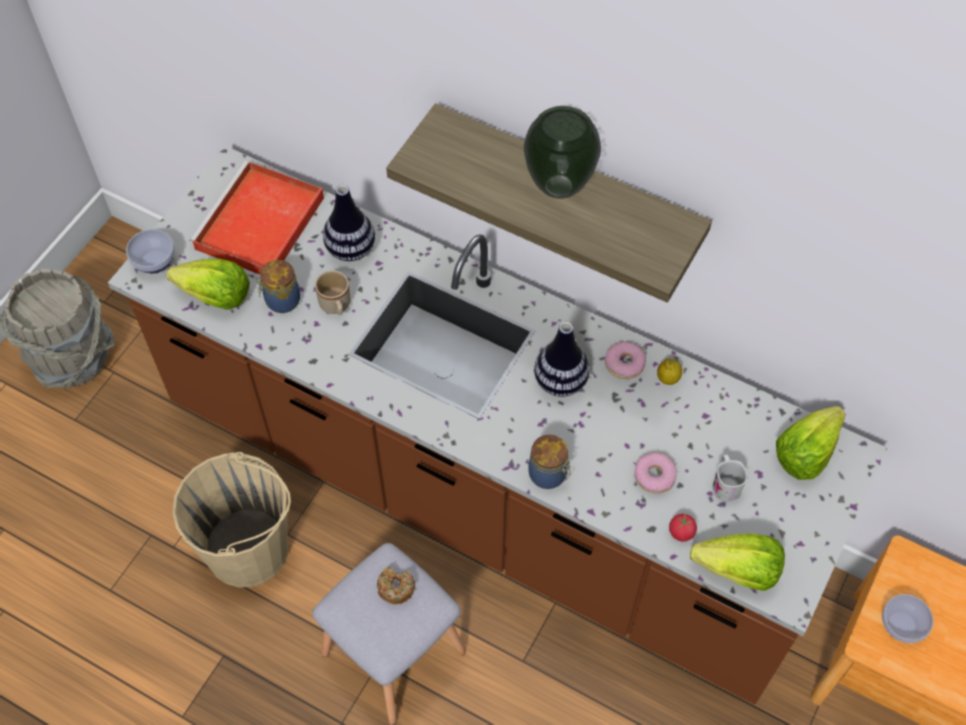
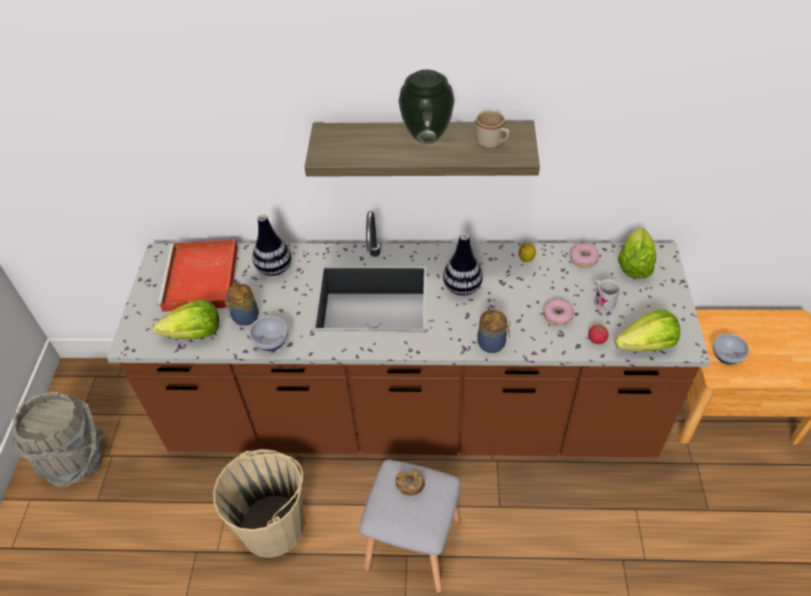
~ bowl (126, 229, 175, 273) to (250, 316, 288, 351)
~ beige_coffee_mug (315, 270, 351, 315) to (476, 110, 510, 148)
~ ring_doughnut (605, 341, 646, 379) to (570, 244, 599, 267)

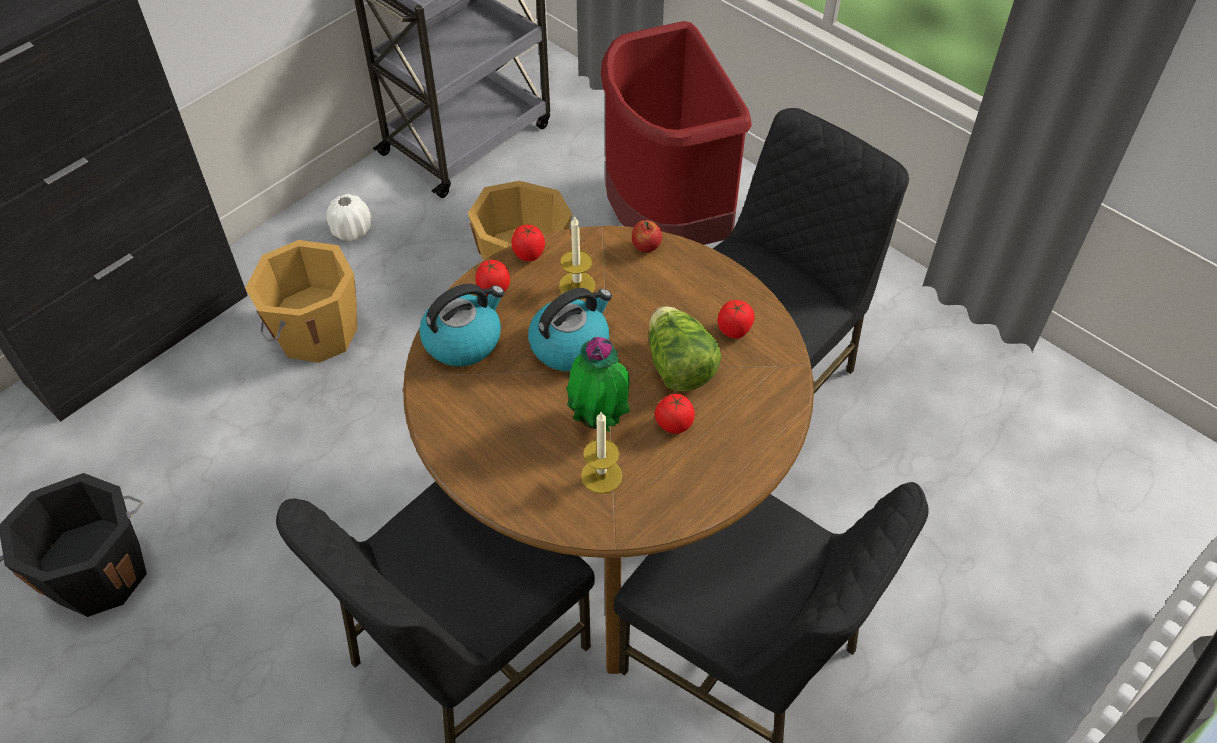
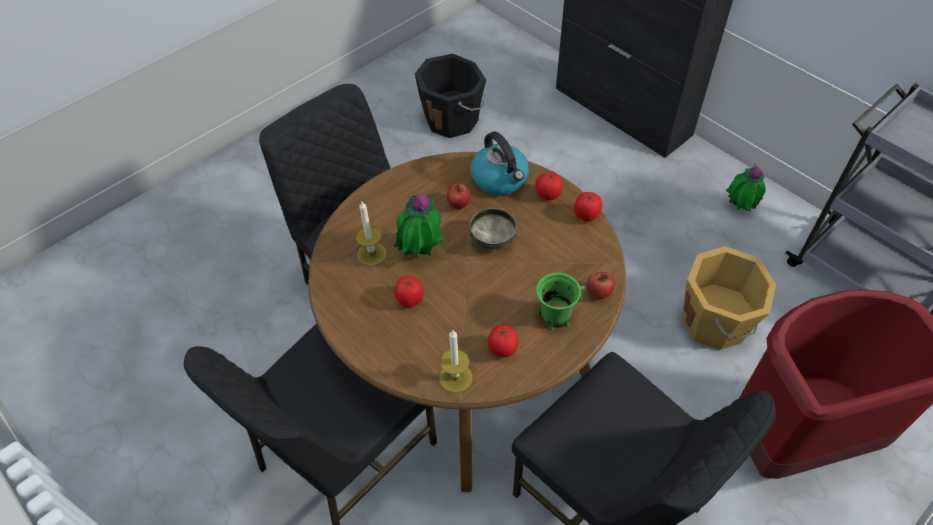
- orange_water_bucket (245, 240, 357, 363)
- lettuce_head (649, 306, 721, 392)
+ apple_fruit (447, 183, 471, 209)
+ green_coffee_mug (536, 273, 585, 330)
~ wax_candle (559, 217, 595, 300) to (439, 330, 472, 393)
~ white_vase (327, 194, 371, 241) to plant_in_a_pot (726, 163, 766, 211)
~ water_kettle (528, 288, 612, 371) to bowl (470, 208, 517, 250)

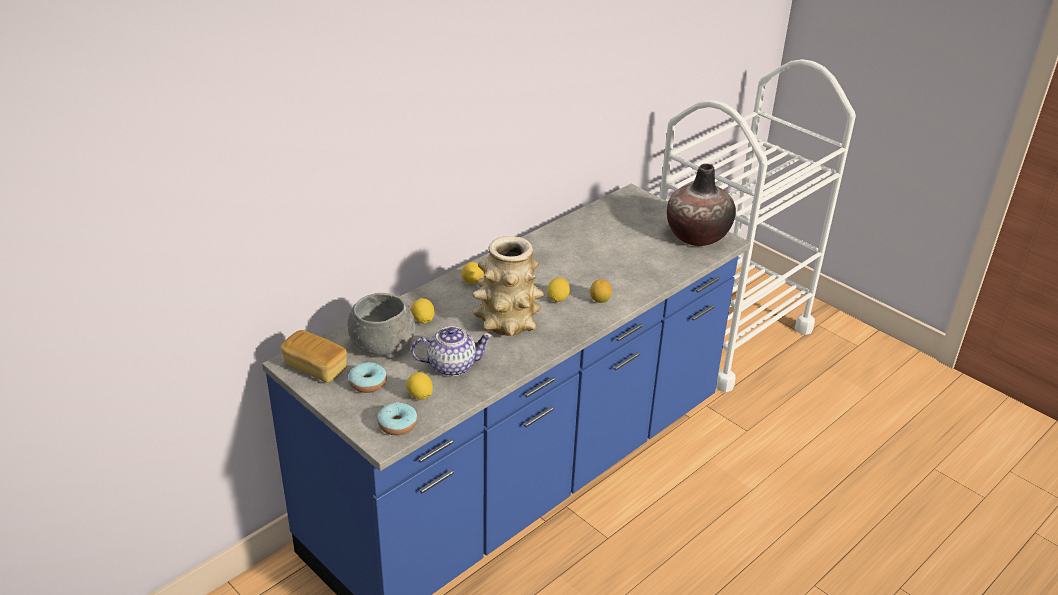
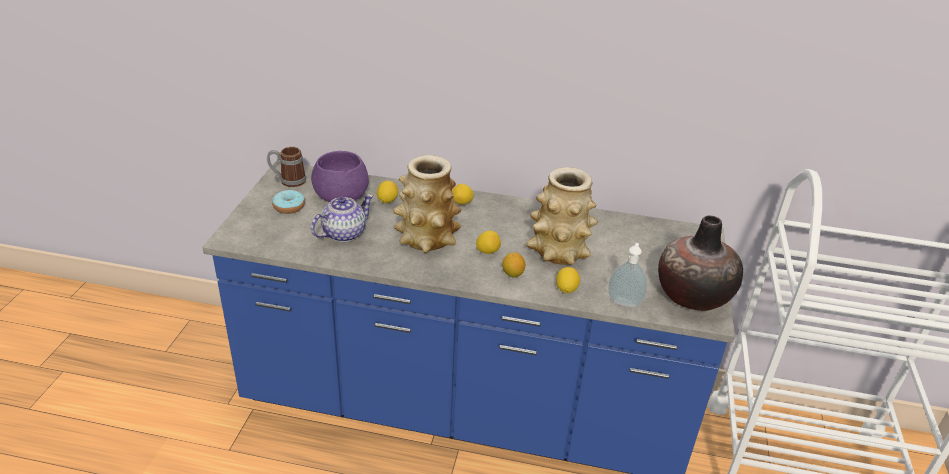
- ring_doughnut (377, 402, 417, 435)
+ vase (527, 167, 598, 265)
+ liquid_soap_bottle (608, 243, 647, 307)
~ citrus_fruit (406, 372, 433, 400) to (556, 267, 580, 293)
~ bread (281, 330, 347, 383) to coffee_mug (267, 147, 306, 187)
~ gray_bowl (348, 293, 416, 356) to purple_bowl (311, 151, 369, 202)
~ teapot (411, 326, 493, 376) = (311, 194, 373, 242) 90 degrees counterclockwise

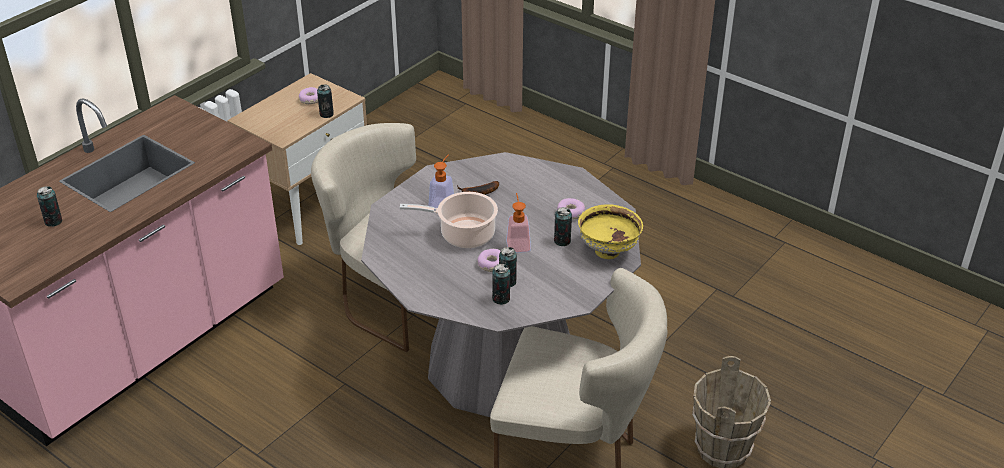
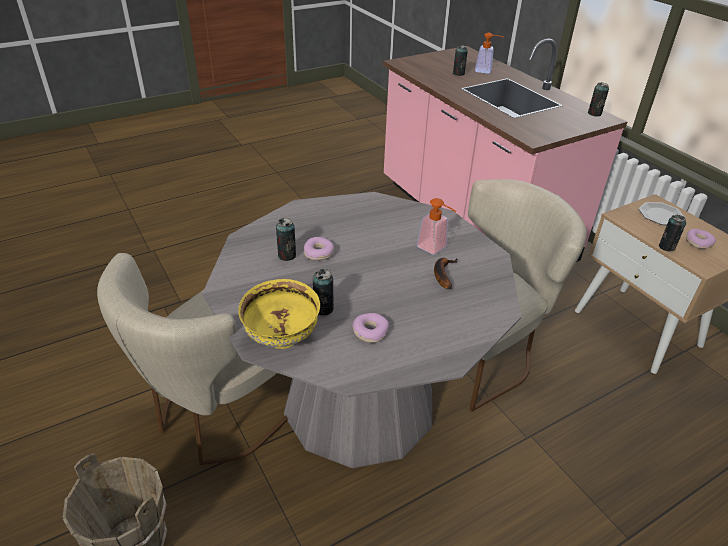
- stockpot (400, 192, 498, 248)
+ plate (639, 202, 684, 225)
~ can (492, 264, 510, 305) to (588, 82, 609, 116)
~ liquid_soap_bottle (506, 193, 531, 253) to (475, 33, 504, 73)

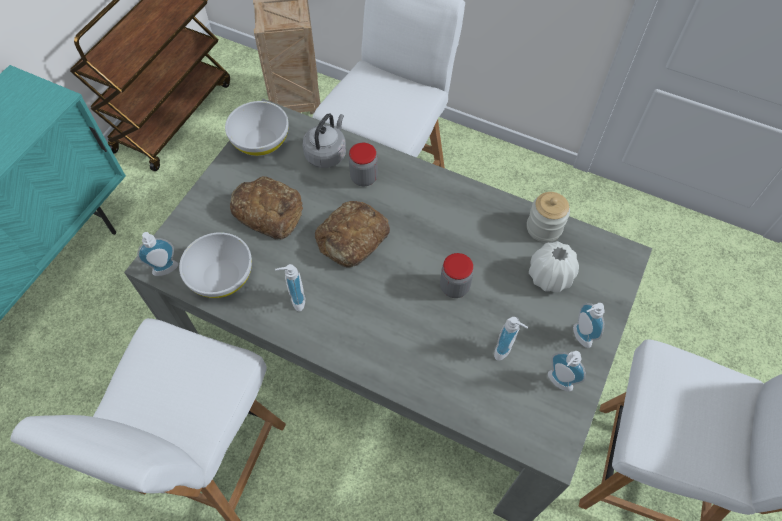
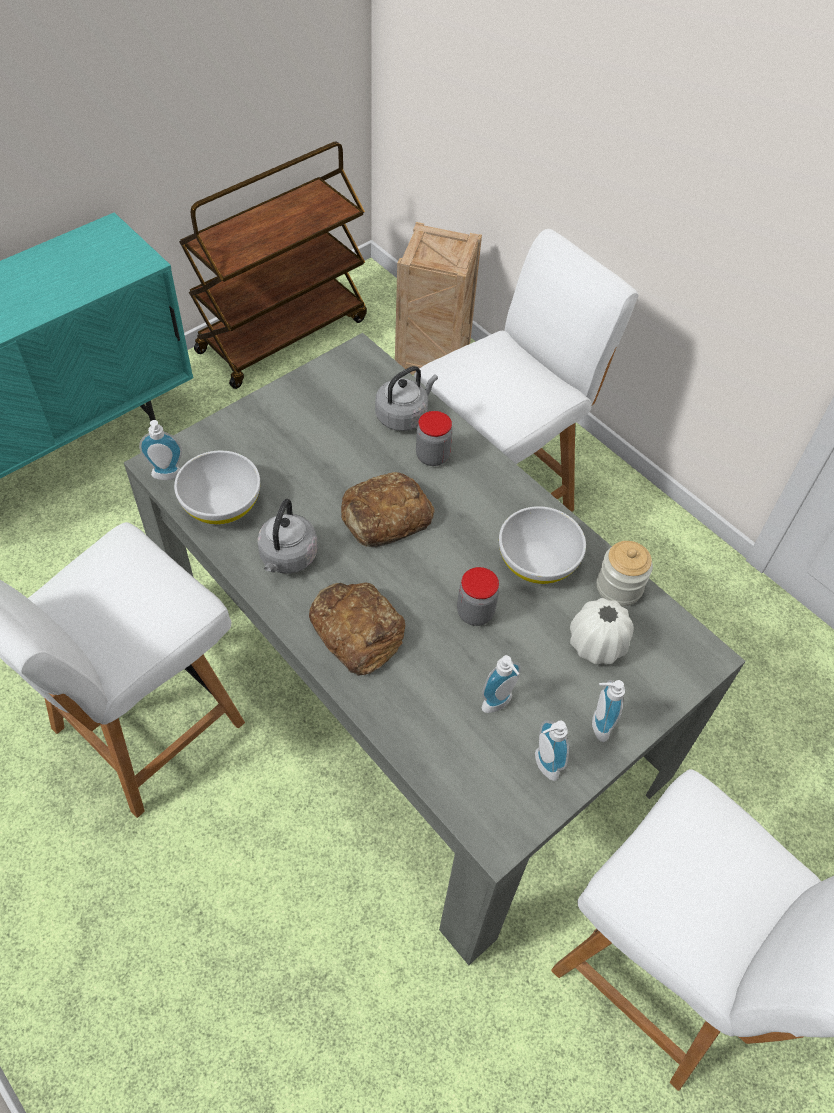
~ white_bowl (225, 101, 289, 156) to (499, 506, 586, 584)
~ bread (230, 176, 303, 240) to (309, 583, 405, 676)
~ liquid_soap_bottle (275, 264, 305, 312) to gray_water_kettle (257, 499, 318, 574)

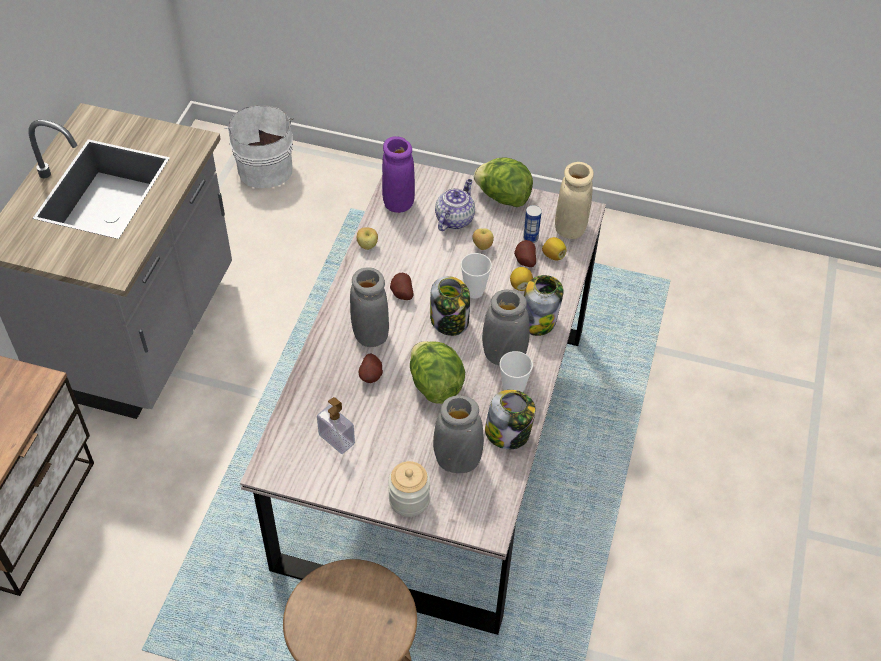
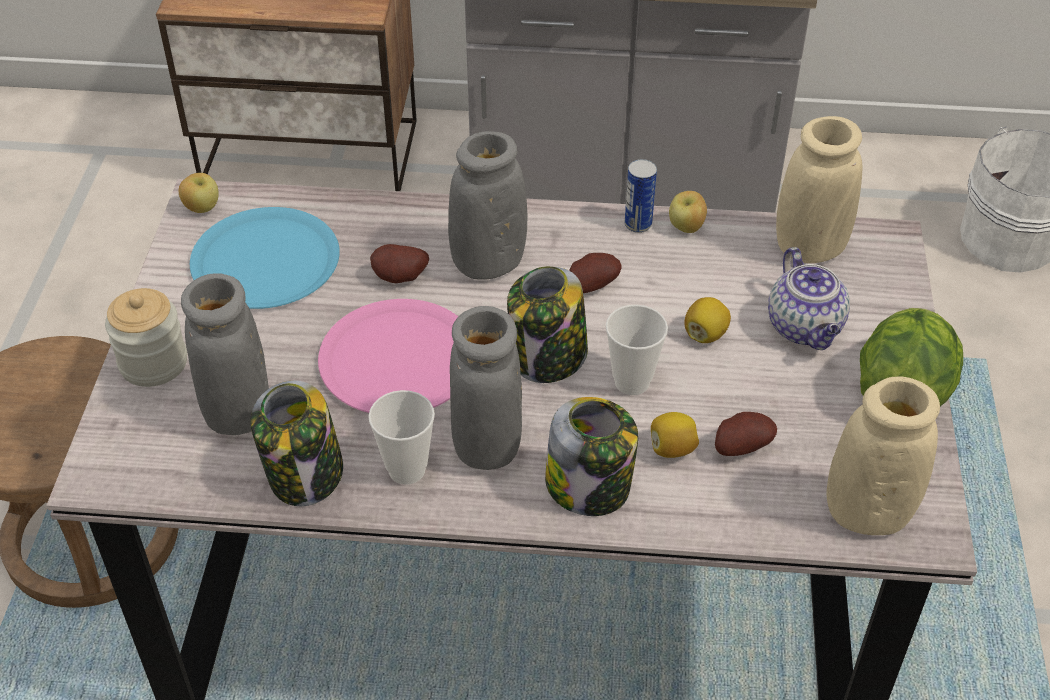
~ apple_fruit (472, 228, 494, 250) to (179, 173, 219, 213)
~ can (523, 205, 542, 243) to (625, 159, 657, 233)
~ citrus_fruit (542, 237, 567, 260) to (684, 297, 731, 343)
~ liquid_soap_bottle (317, 397, 355, 454) to blue_plate (190, 207, 340, 309)
~ lettuce_head (410, 341, 465, 404) to pinkish_plate (318, 299, 458, 413)
~ purple_vase (382, 136, 415, 213) to beige_vase (776, 116, 863, 263)
~ teapot (435, 179, 475, 231) = (768, 247, 850, 350) 60 degrees clockwise

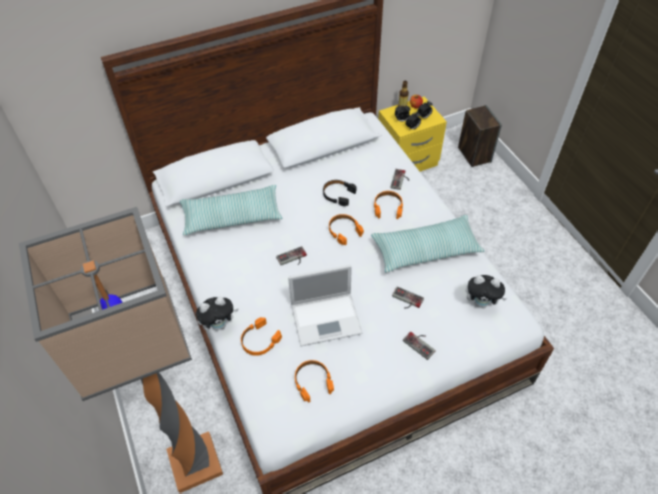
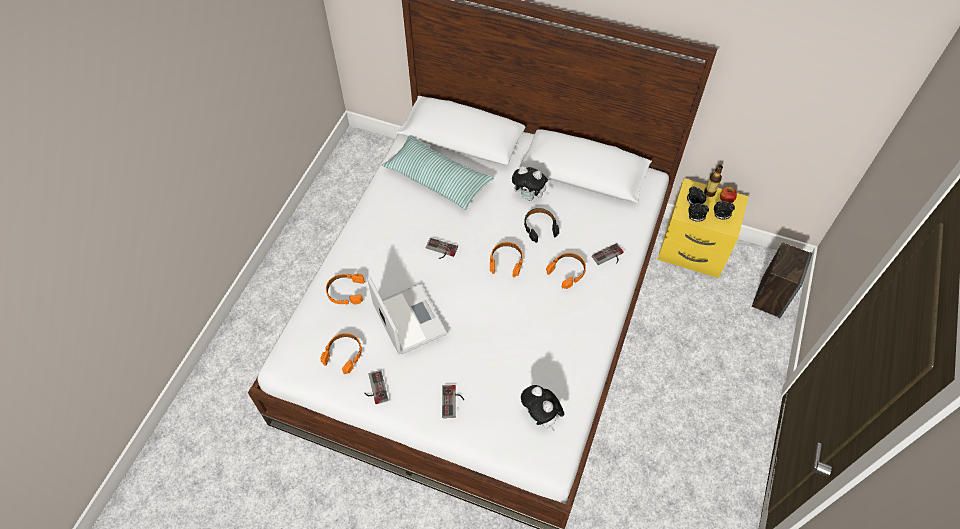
- standing_lamp (19, 207, 223, 493)
- throw_pillow (371, 215, 484, 272)
~ cuddly_toy (196, 297, 239, 331) to (512, 166, 549, 201)
~ game_controller (392, 286, 424, 309) to (364, 370, 389, 404)
~ portable_computer (288, 265, 362, 346) = (367, 277, 447, 354) 150 degrees counterclockwise

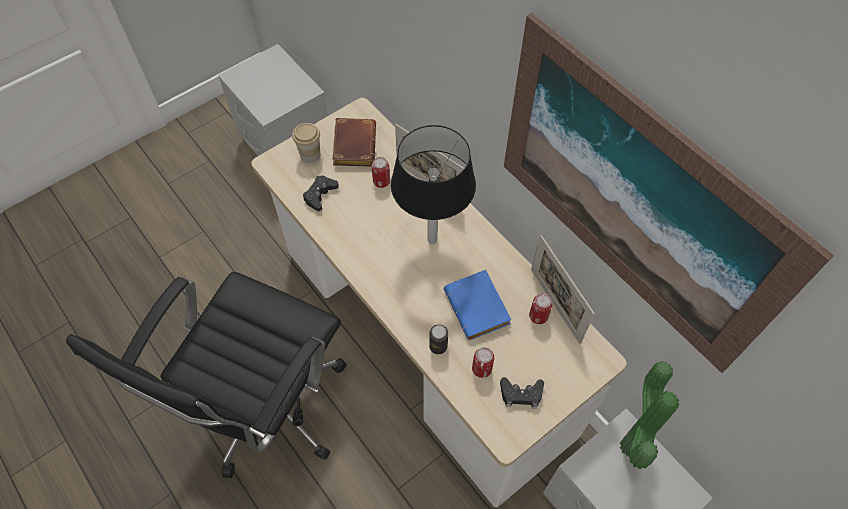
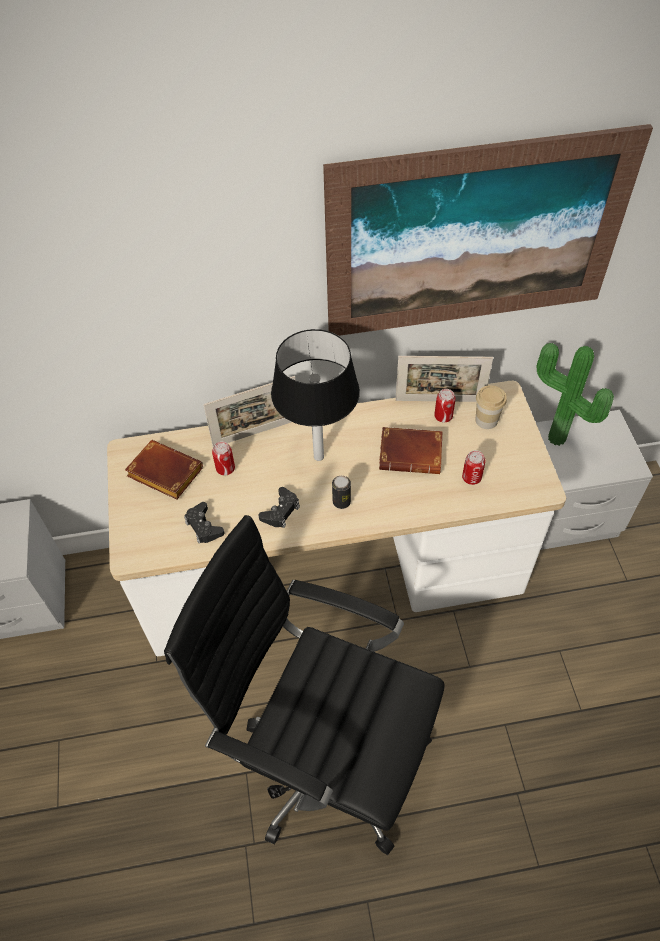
~ small_cup (292, 123, 320, 163) to (475, 385, 507, 429)
~ can (429, 324, 448, 354) to (332, 476, 351, 509)
~ blackish_game_controller (500, 377, 544, 409) to (258, 487, 300, 528)
~ blue_bound_book (444, 270, 511, 340) to brownish_bound_book (379, 427, 442, 474)
~ blackish_desk_chair (66, 272, 347, 478) = (164, 515, 445, 855) 150 degrees clockwise

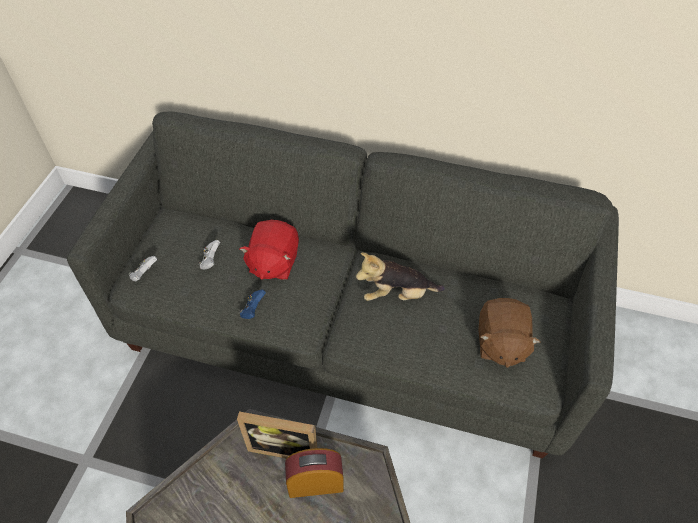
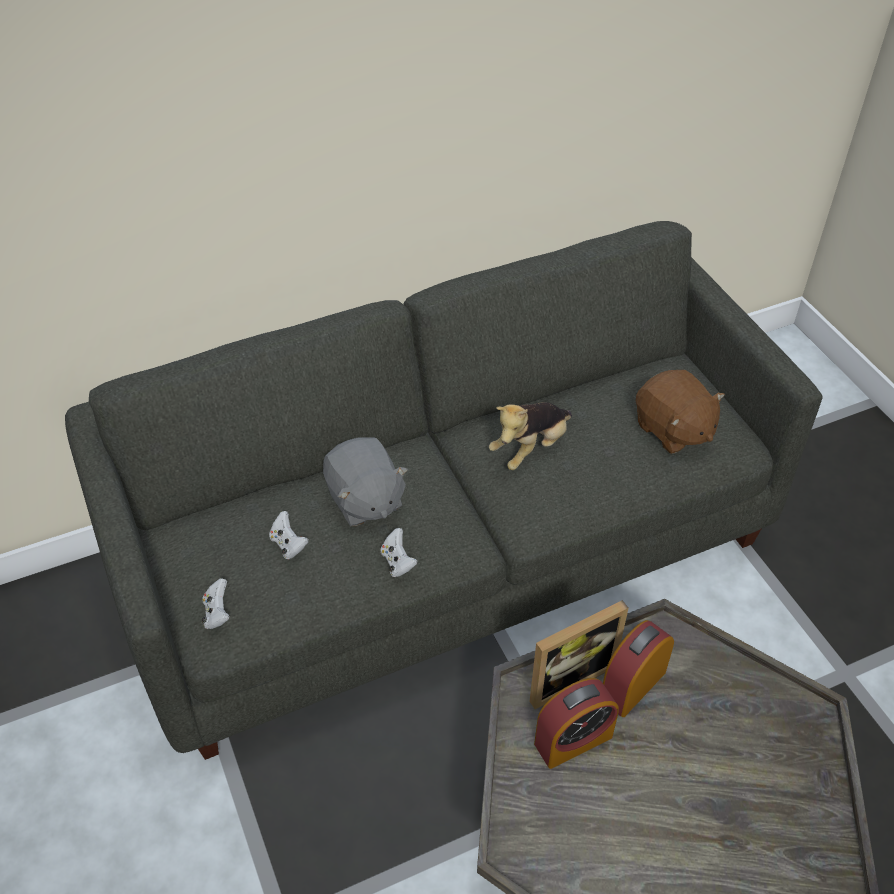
+ bedside_clock (534, 678, 619, 769)
~ red-coloured_cuddly_toy (239, 220, 299, 280) to gray_cuddly_toy (323, 438, 408, 526)
~ blue_game_controller (239, 289, 266, 319) to white_game_controller (380, 528, 418, 577)

